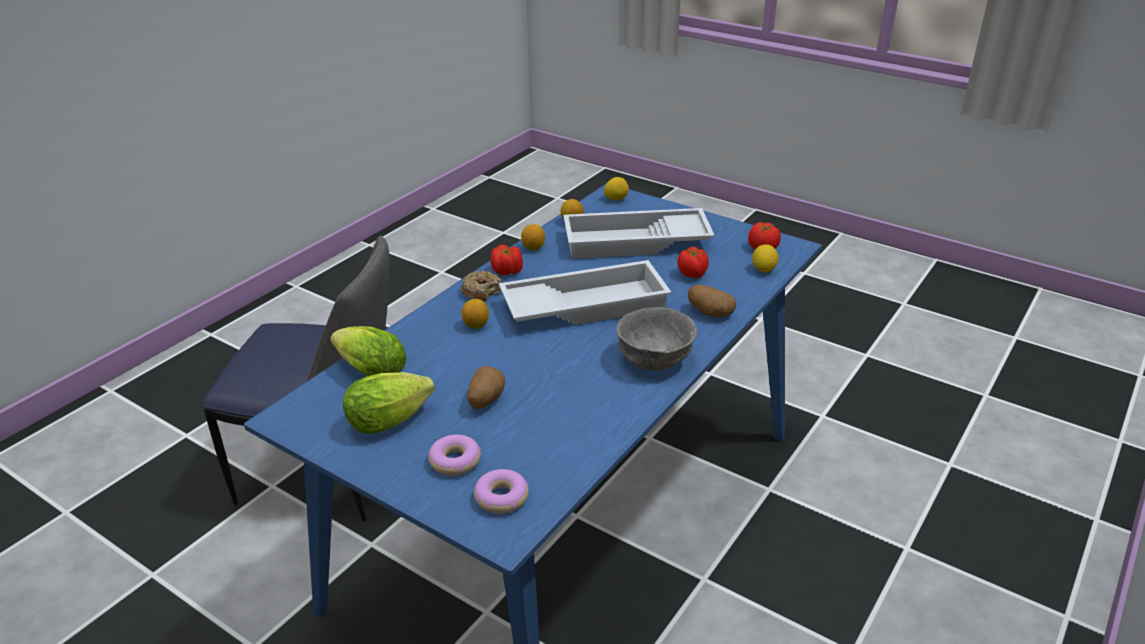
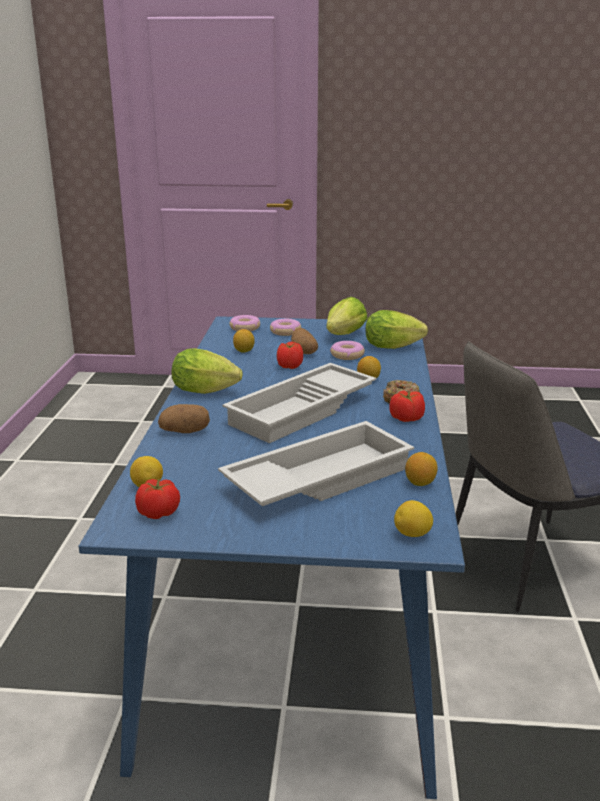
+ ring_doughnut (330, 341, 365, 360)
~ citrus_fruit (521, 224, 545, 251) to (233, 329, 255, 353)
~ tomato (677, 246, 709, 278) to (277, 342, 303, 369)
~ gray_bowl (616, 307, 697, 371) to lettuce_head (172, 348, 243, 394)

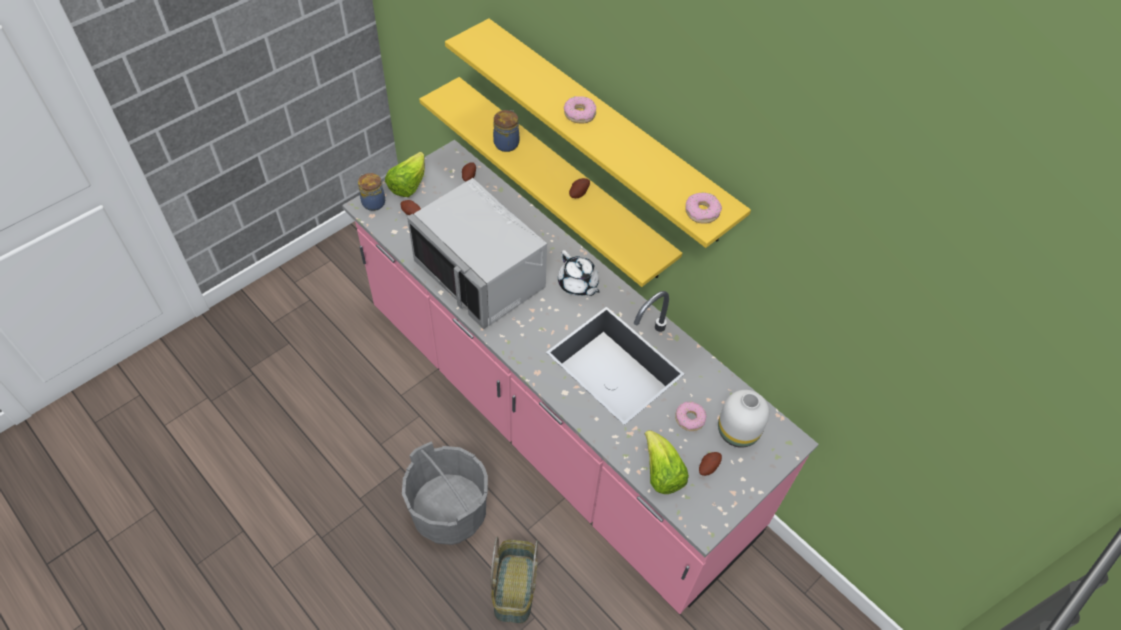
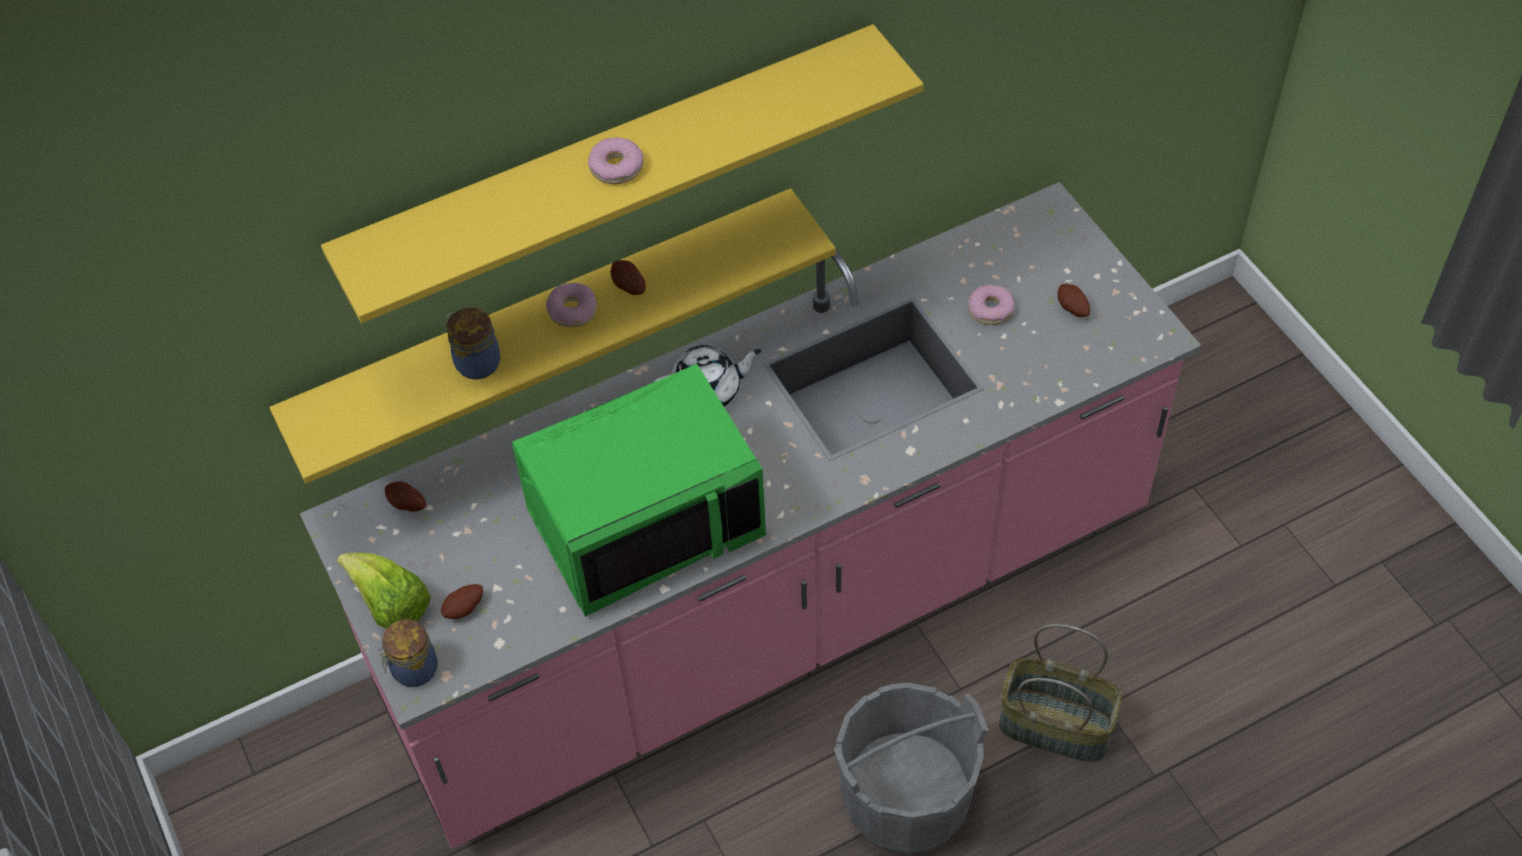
- lettuce_head (645, 430, 689, 494)
- white_vase (718, 390, 769, 448)
~ ring_doughnut (685, 193, 722, 224) to (546, 283, 597, 327)
~ gray_microwave (407, 178, 547, 329) to green_microwave (512, 364, 766, 617)

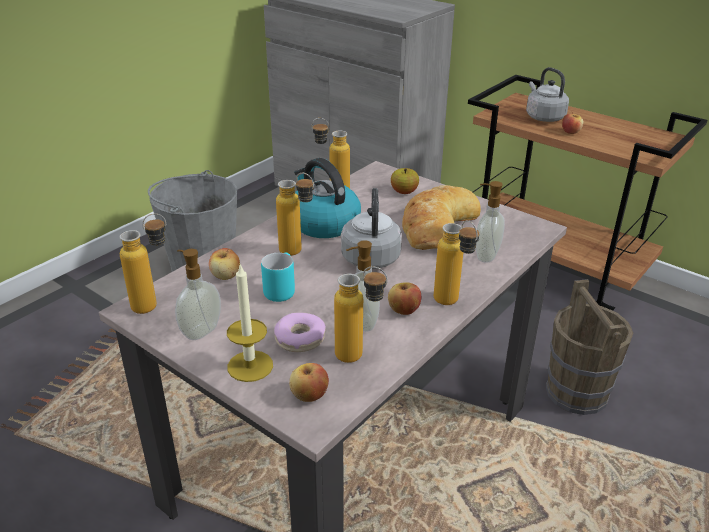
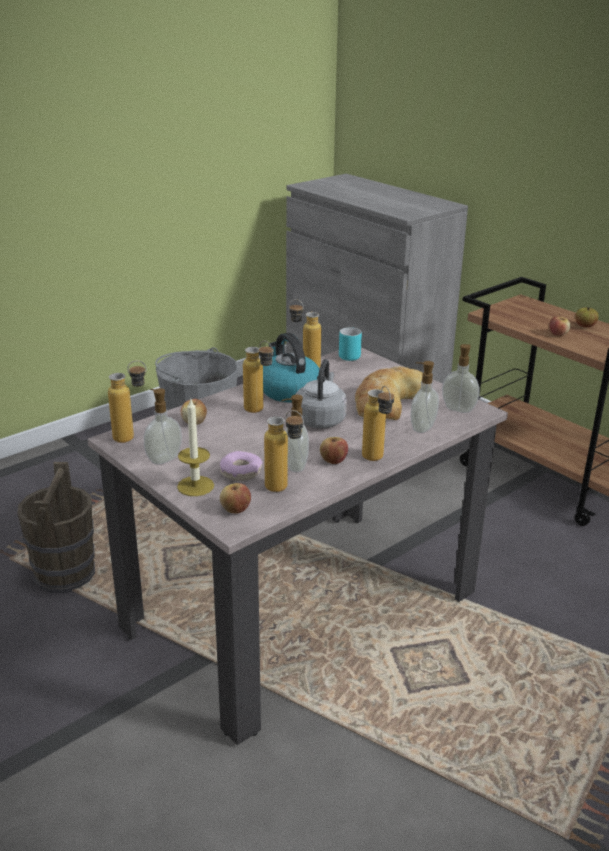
- gray_water_kettle (526, 67, 569, 122)
+ liquid_soap_bottle (442, 344, 480, 413)
~ turquoise-coloured_coffee_mug (261, 253, 295, 302) to (339, 327, 362, 361)
~ apple_fruit (391, 168, 419, 194) to (575, 307, 599, 327)
~ brownish_water_bucket (546, 279, 633, 415) to (17, 462, 95, 593)

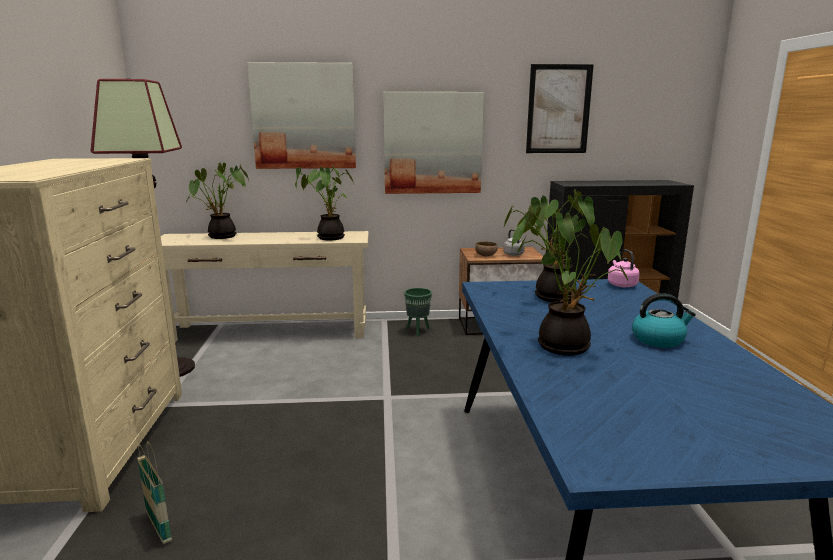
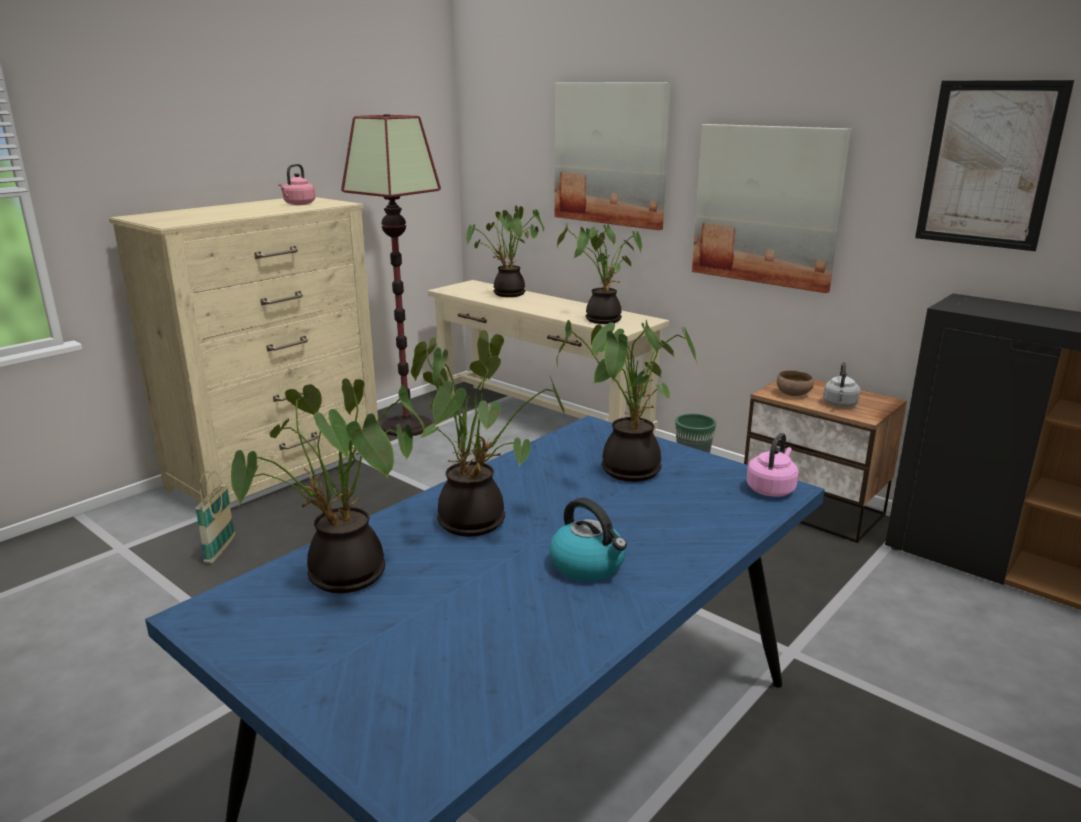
+ plant_in_a_pot (231, 378, 425, 593)
+ pinkish_water_kettle (278, 164, 315, 205)

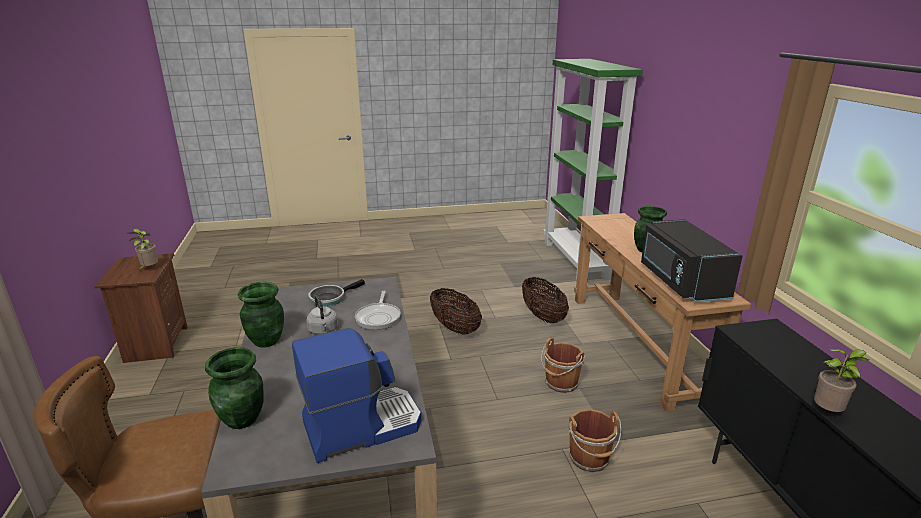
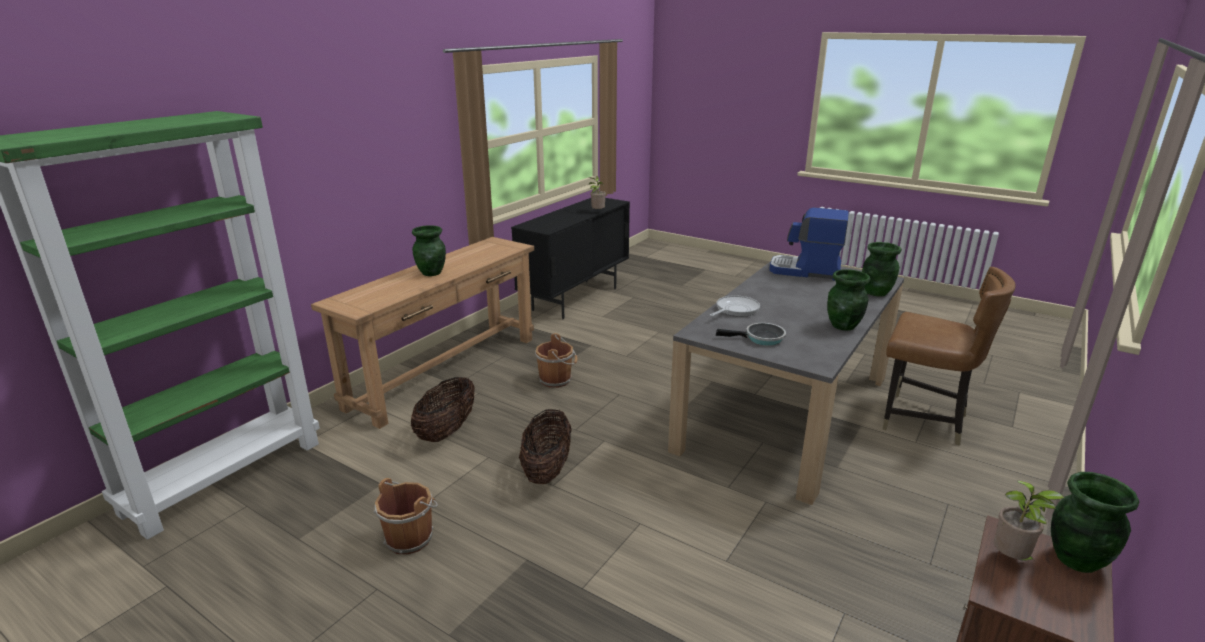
- gray_water_kettle (306, 295, 338, 335)
- blackish_microwave (641, 219, 743, 302)
+ green_vase (1051, 472, 1139, 573)
~ brownish_water_bucket (569, 409, 621, 472) to (373, 478, 438, 555)

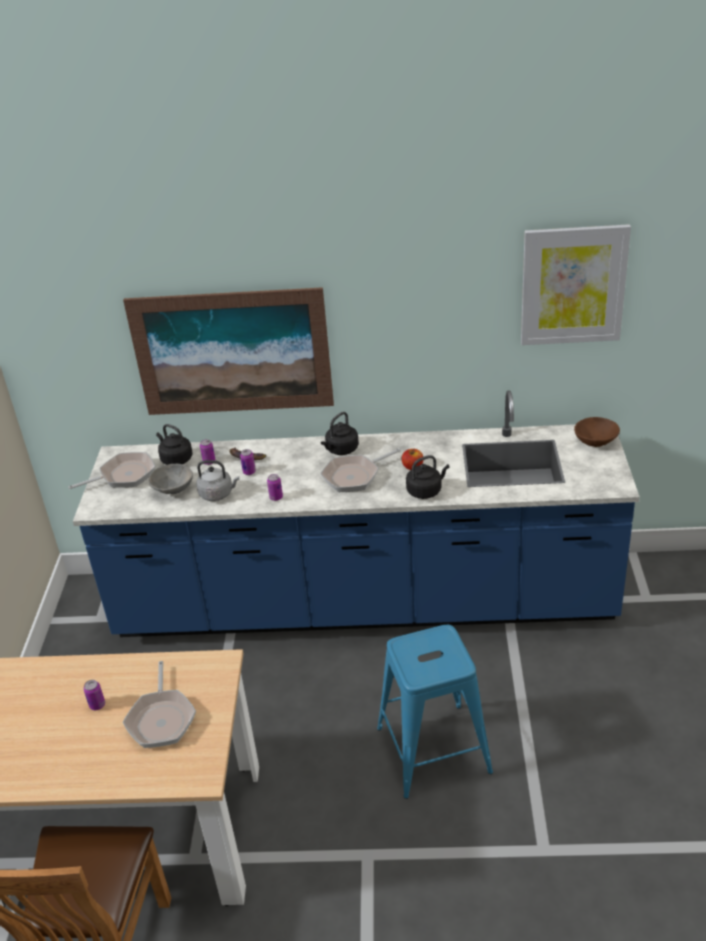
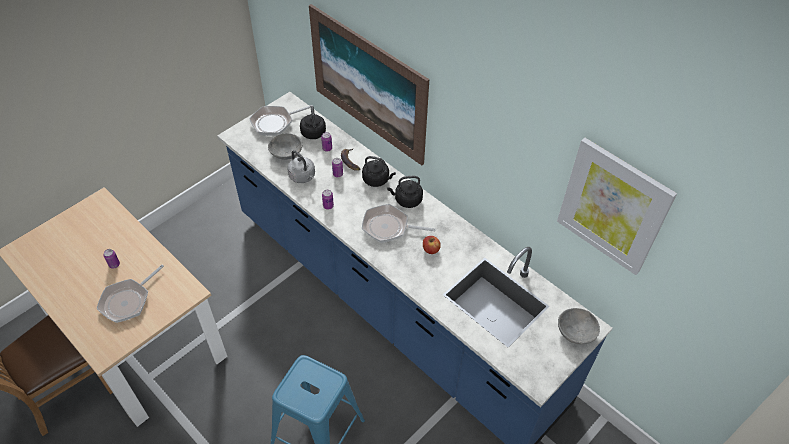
~ blackish_water_kettle (406, 455, 449, 499) to (362, 156, 396, 187)
~ brownish_bowl (574, 417, 620, 447) to gray_bowl (558, 308, 600, 344)
~ pan (68, 452, 155, 489) = (249, 105, 312, 136) 135 degrees clockwise

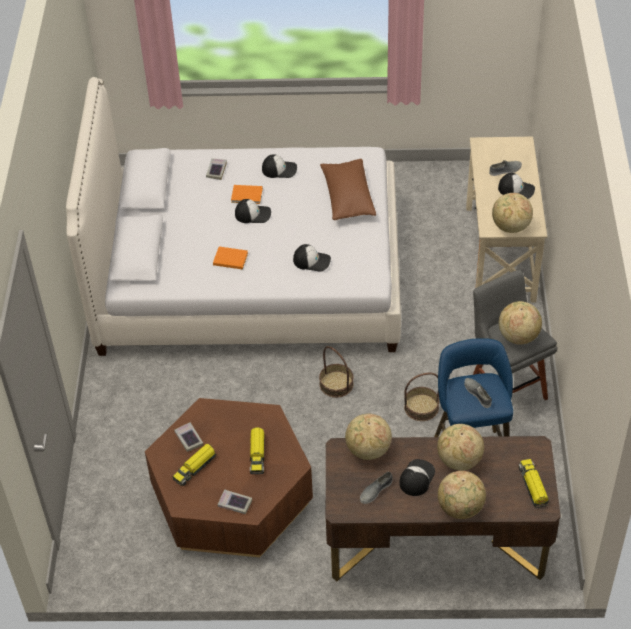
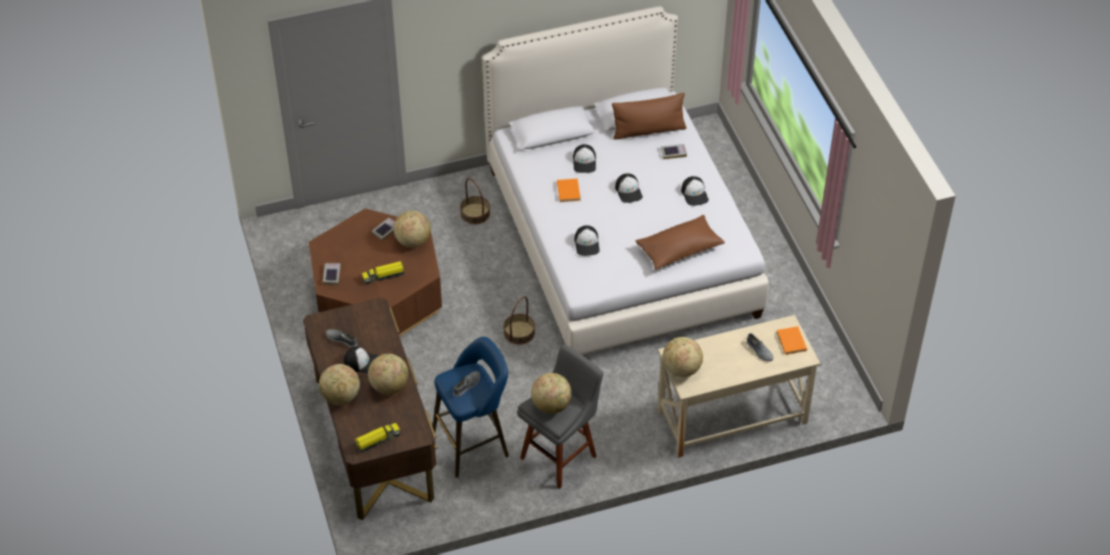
- toy_lorry (173, 444, 217, 486)
+ brownish_throw_pillow (612, 93, 686, 140)
~ orange_bound_book (231, 185, 263, 204) to (776, 326, 807, 355)
~ desk_globe (345, 414, 392, 460) to (394, 210, 431, 248)
~ basket (404, 373, 439, 421) to (460, 178, 490, 225)
~ cap (498, 173, 535, 199) to (573, 144, 596, 173)

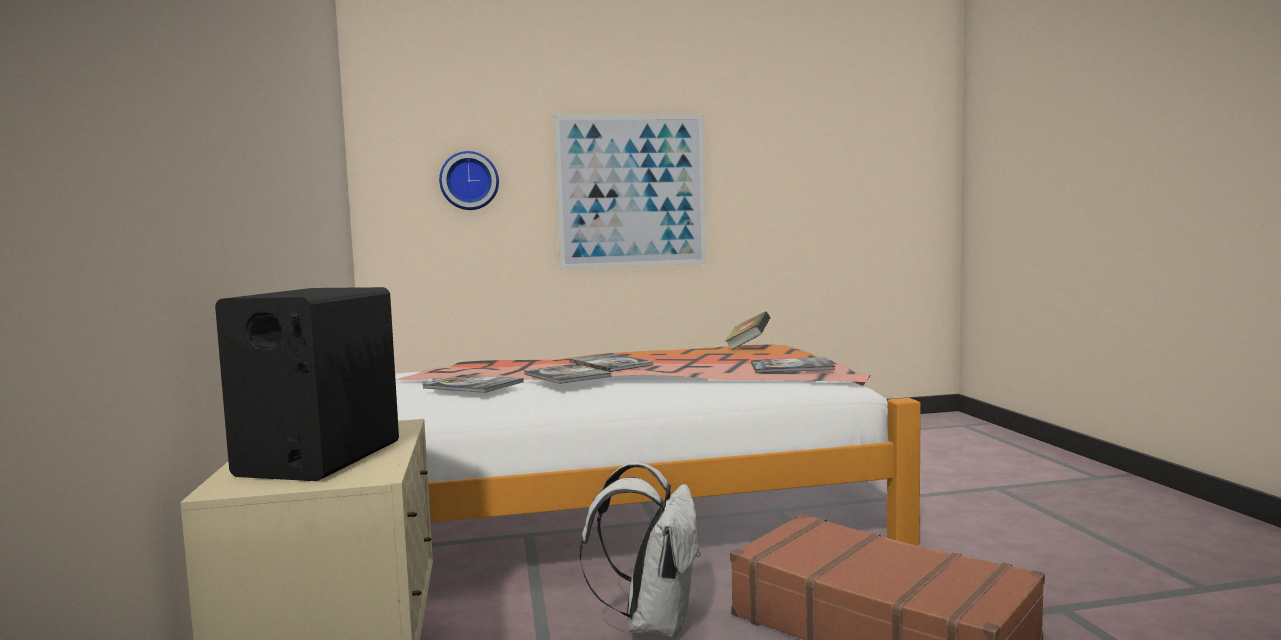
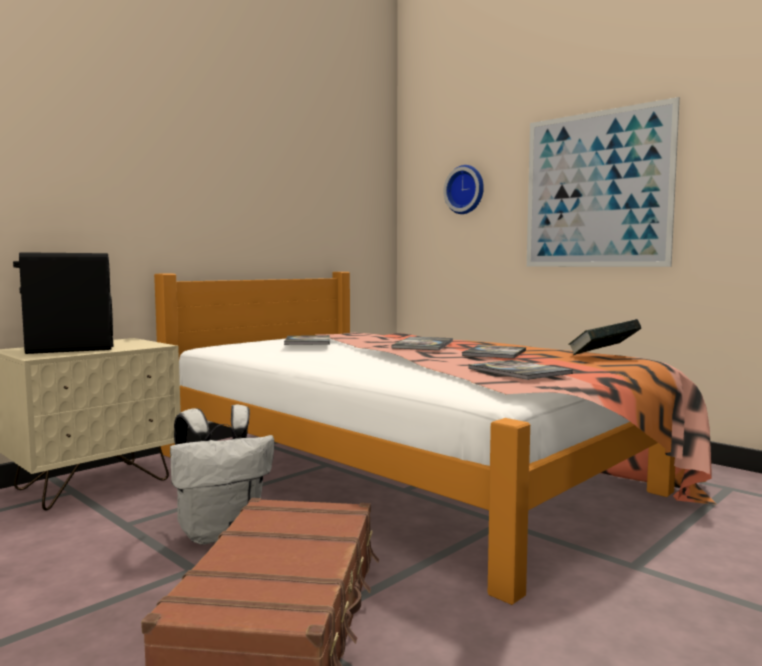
~ bound_book (524, 364, 611, 384) to (462, 345, 526, 359)

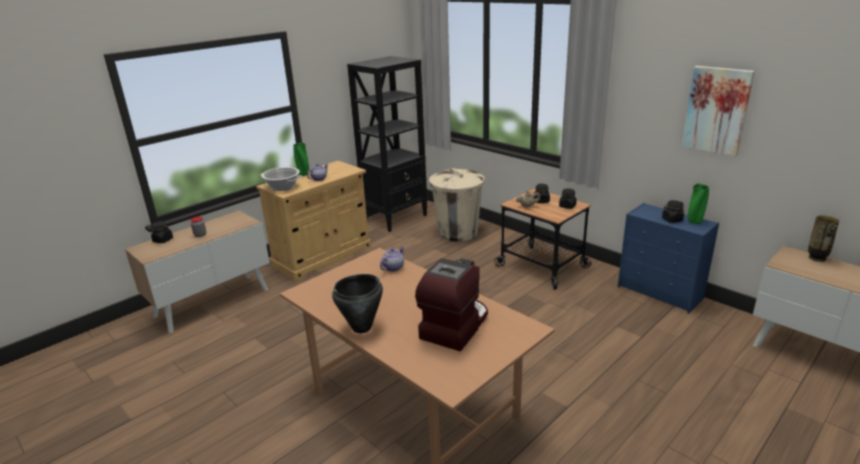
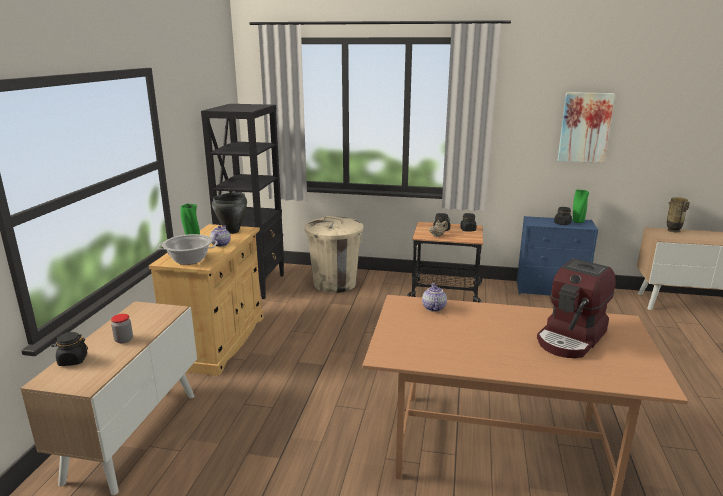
~ blackish_stockpot (332, 274, 383, 333) to (212, 192, 247, 234)
~ coffee_machine (415, 258, 488, 351) = (537, 258, 616, 358) 135 degrees counterclockwise

